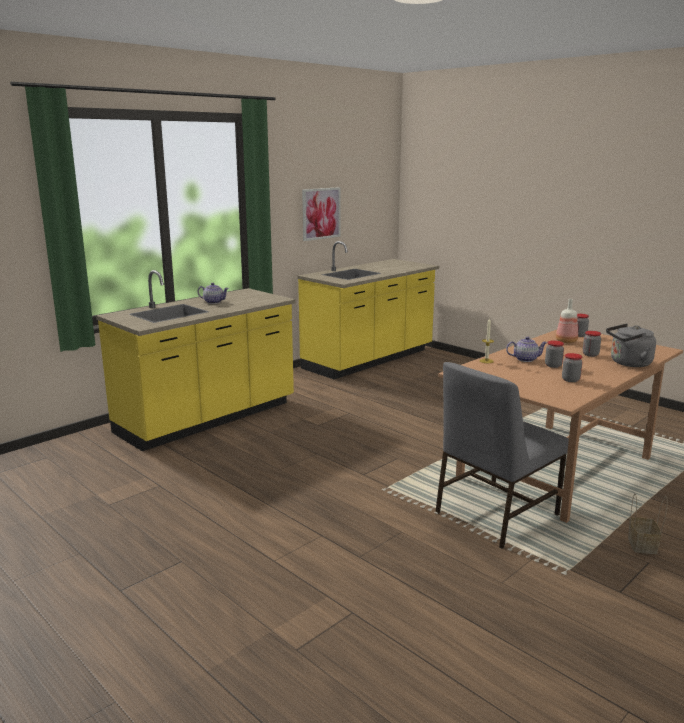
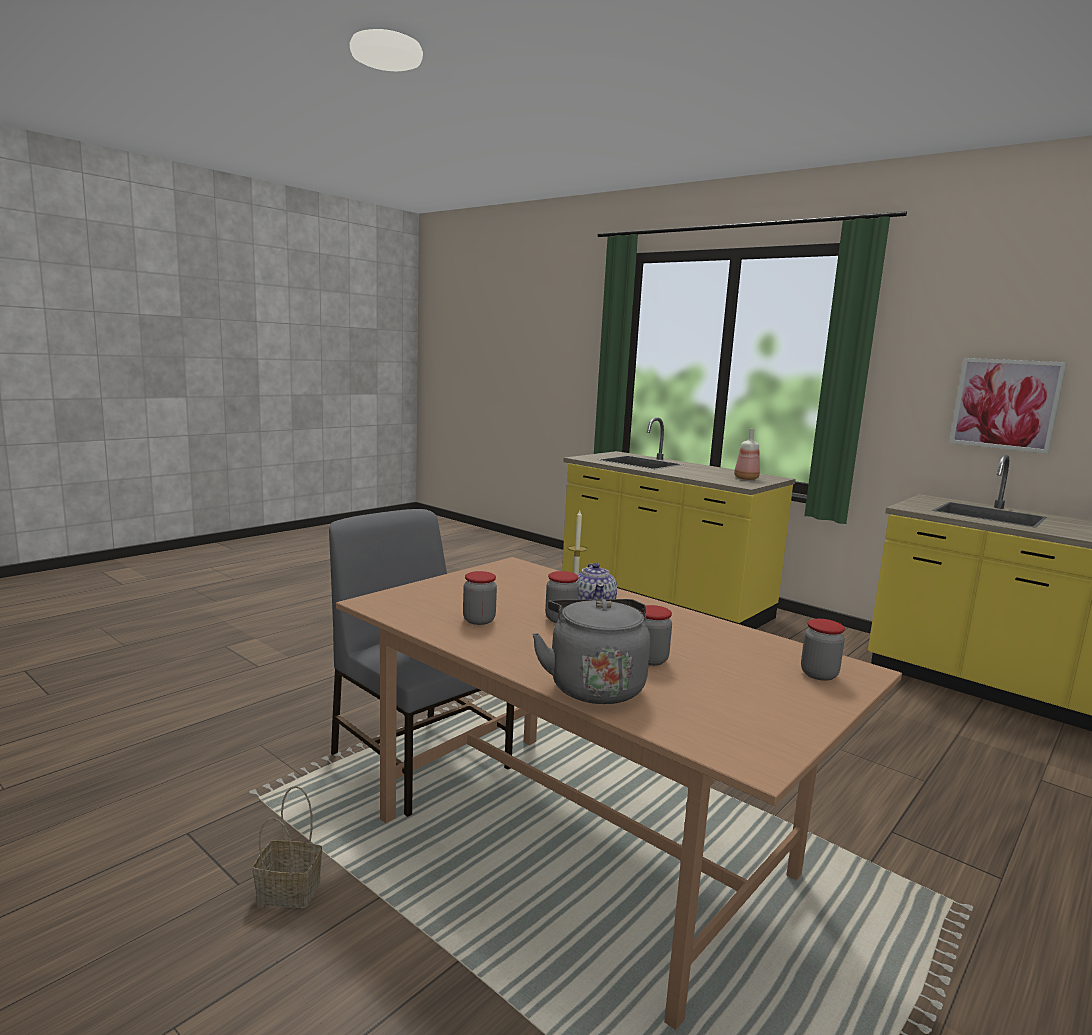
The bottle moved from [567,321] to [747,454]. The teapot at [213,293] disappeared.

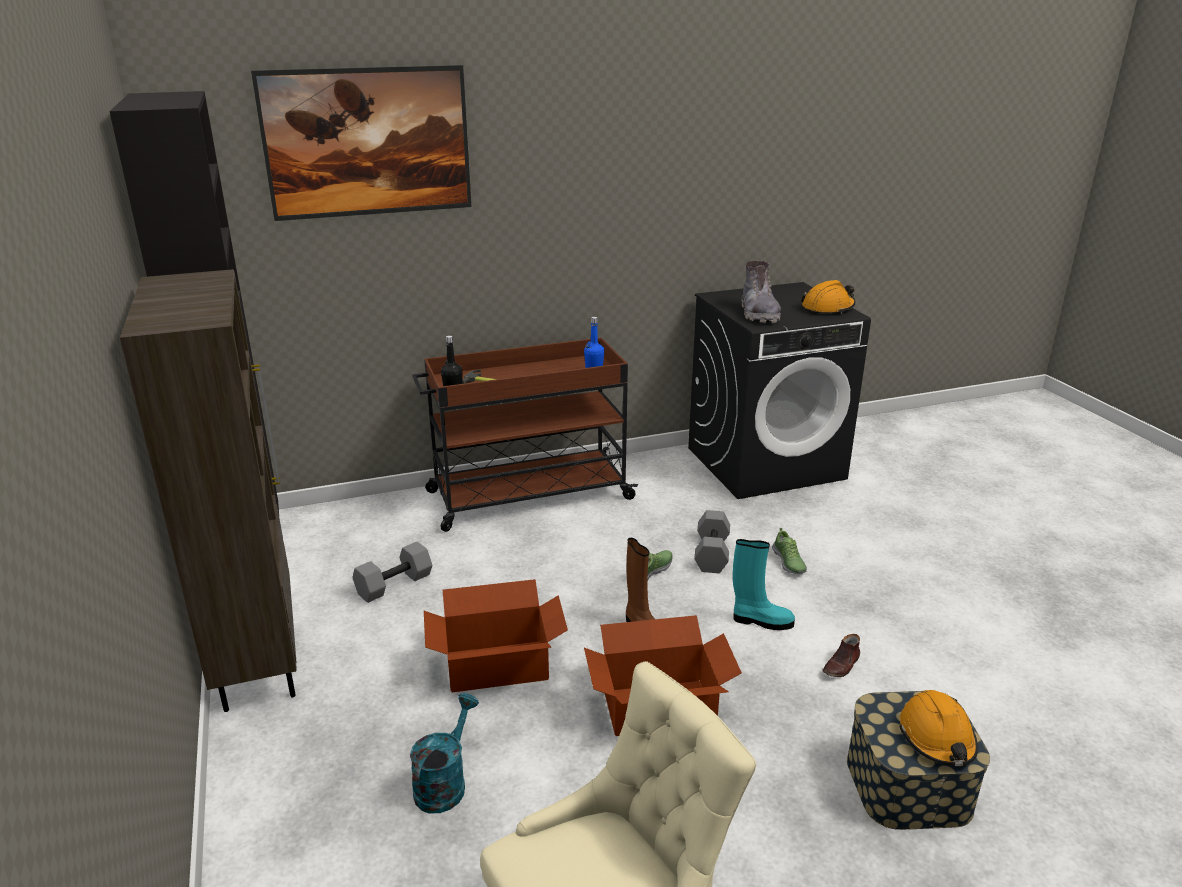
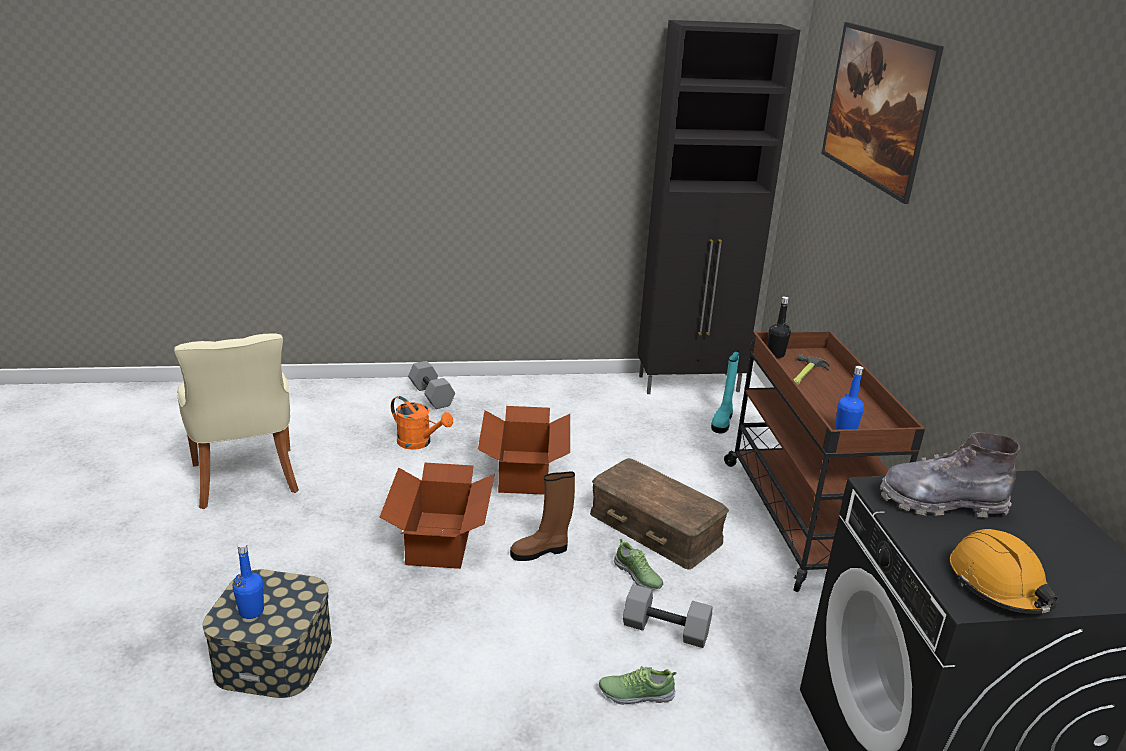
The orange hard hat at [938,728] was replaced by the blue bottle at [248,580]. The turquoise watering can at [444,753] became the orange watering can at [422,423]. The grey dumbbell moved from [392,572] to [431,385]. The brown storage box at [659,514] appeared. The turquoise boot moved from [764,584] to [725,392]. The brown bookcase at [208,490] disappeared. The brown shoe at [841,655] disappeared.

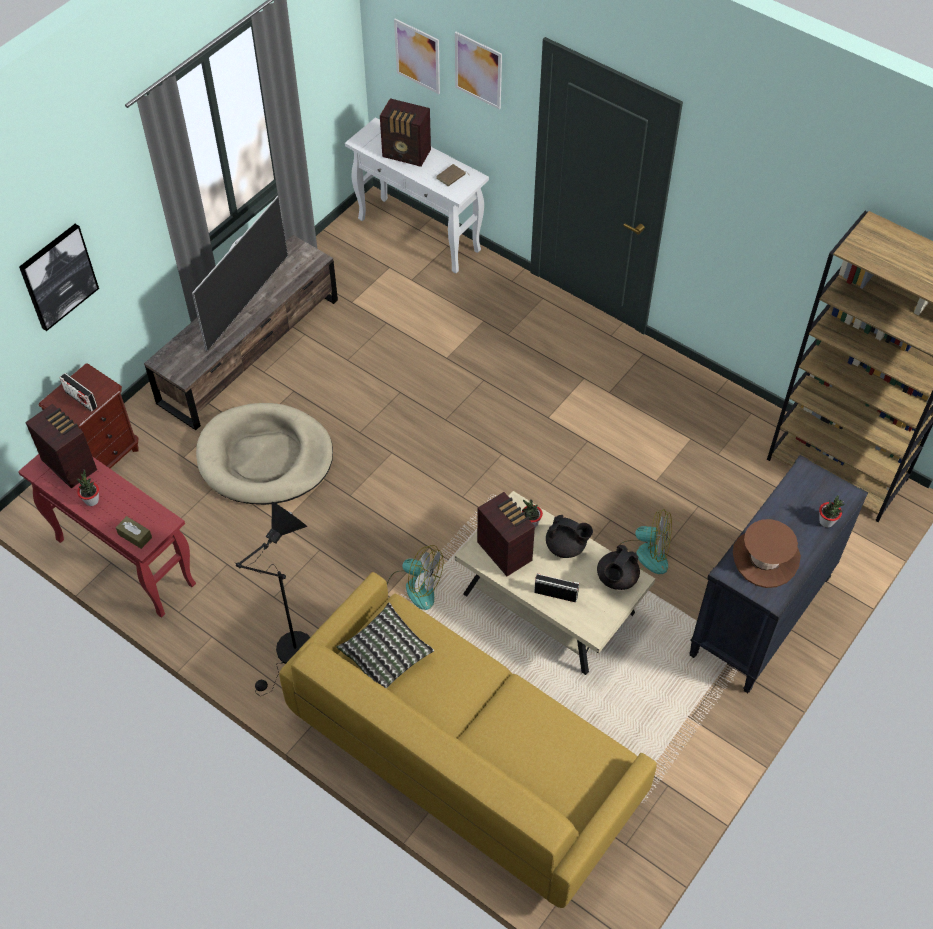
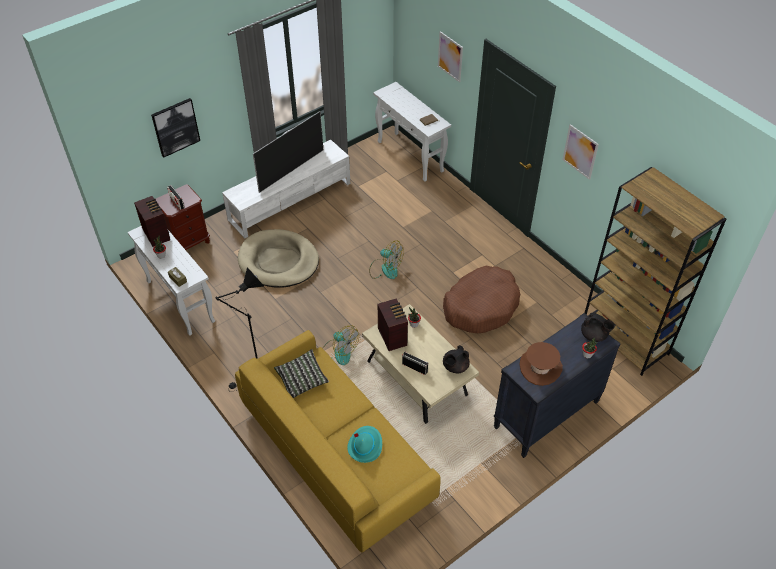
The red console table at [107,535] became the white console table at [171,281]. The brown tv stand at [241,332] became the white tv stand at [286,189]. The turquoise hat at [364,444] appeared. The fan moved from [645,541] to [386,259]. The brown dog bed at [481,299] appeared. The picture moved from [417,56] to [580,152]. The black teapot moved from [569,536] to [598,327]. The radio at [405,132] disappeared.

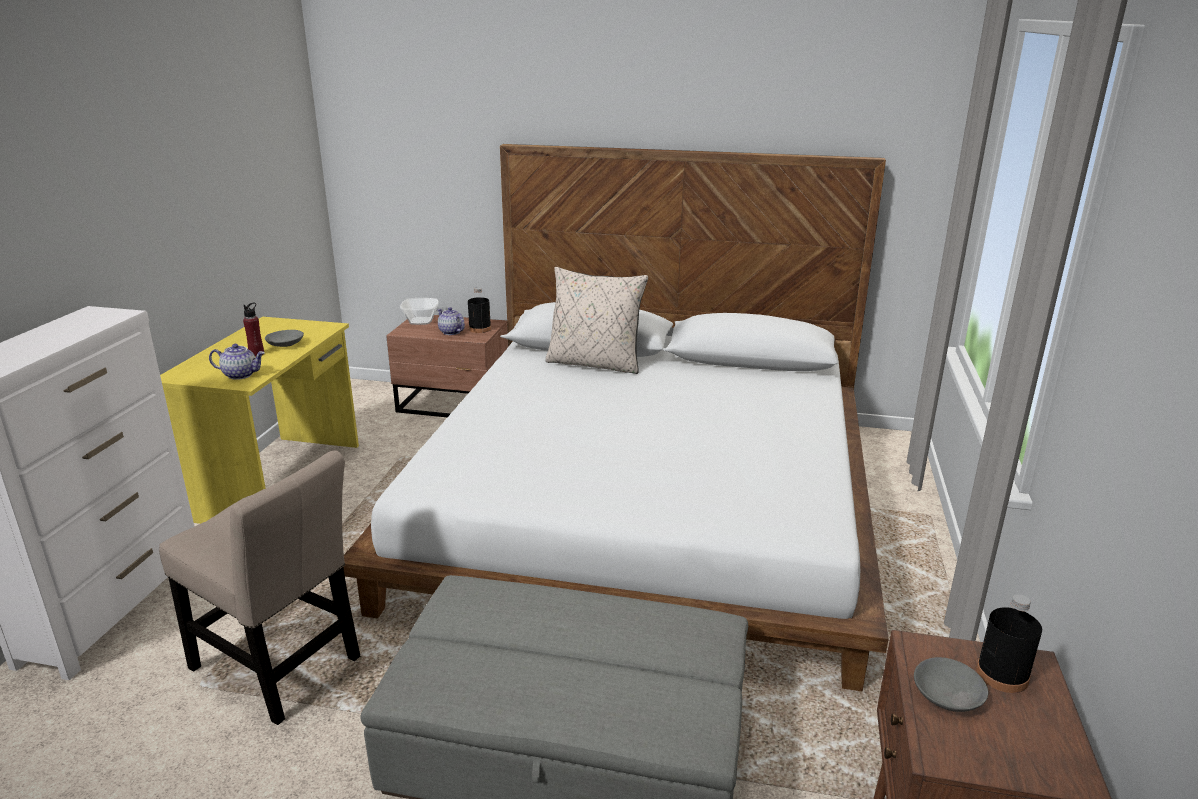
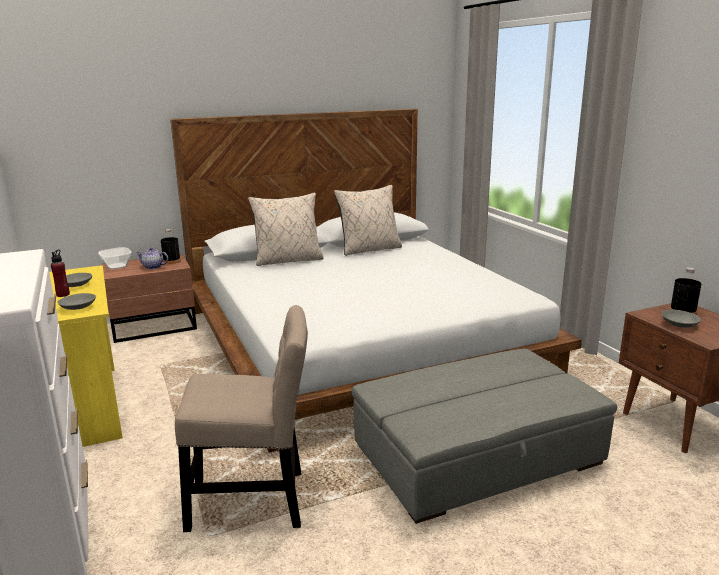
The teapot at [237,362] was replaced by the grey bowl at [77,301]. The beige pillow at [368,220] appeared.

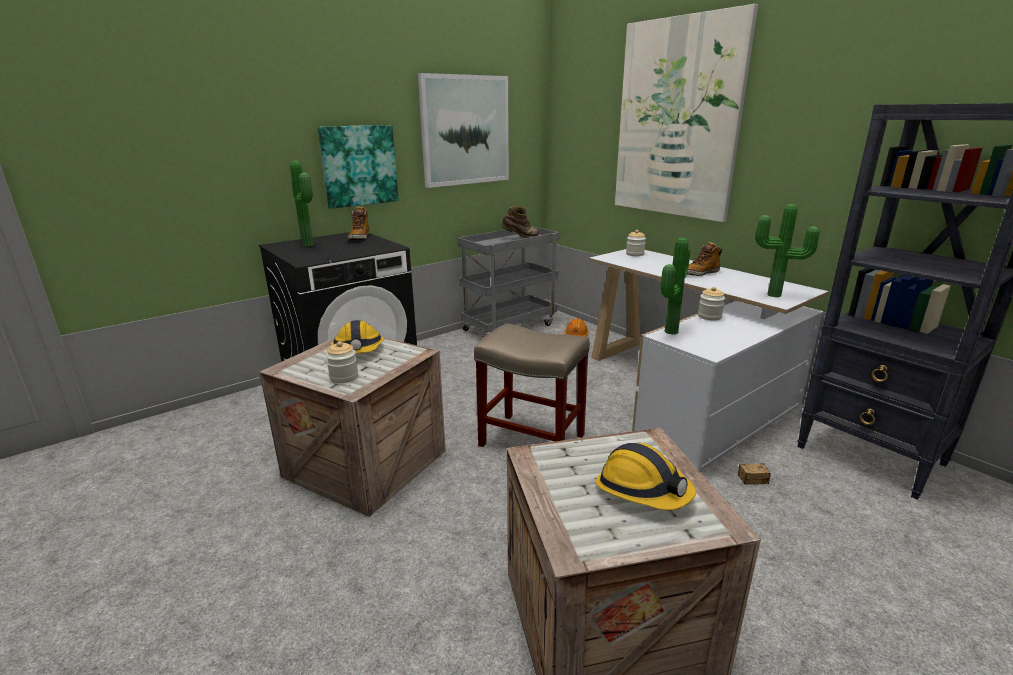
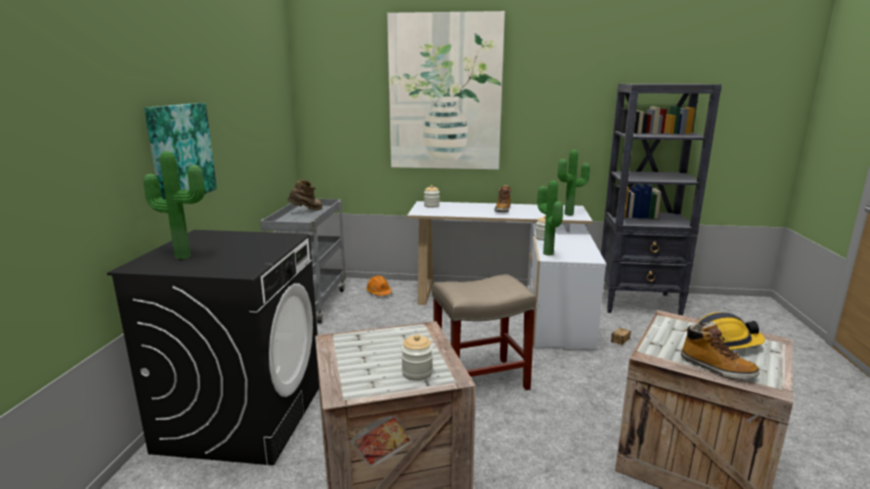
The boot moved from [359,223] to [720,351]. The hard hat at [357,337] disappeared. The picture at [463,130] disappeared.

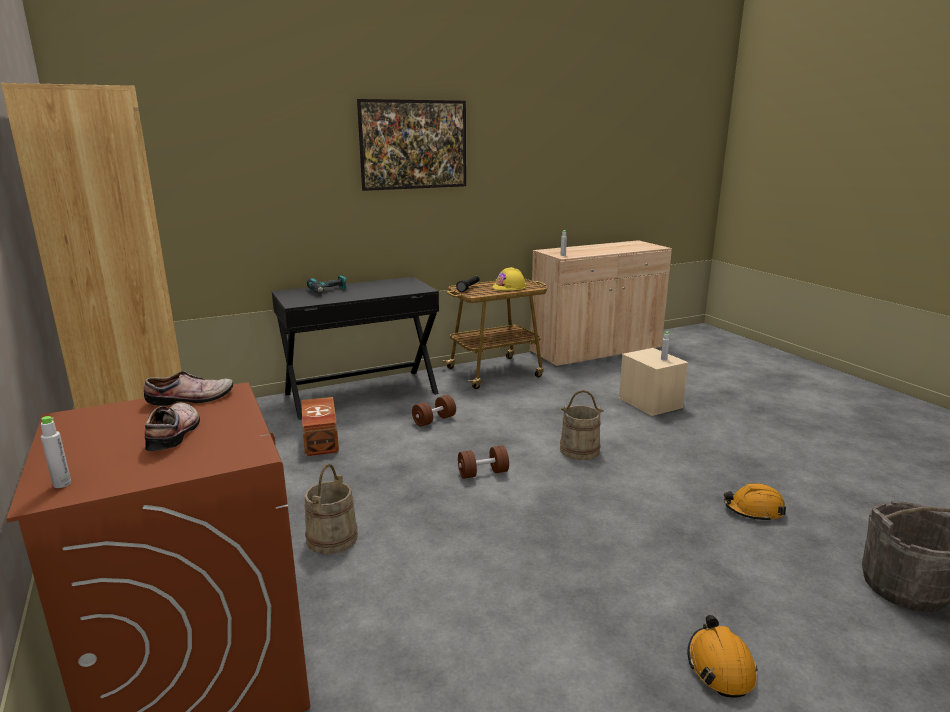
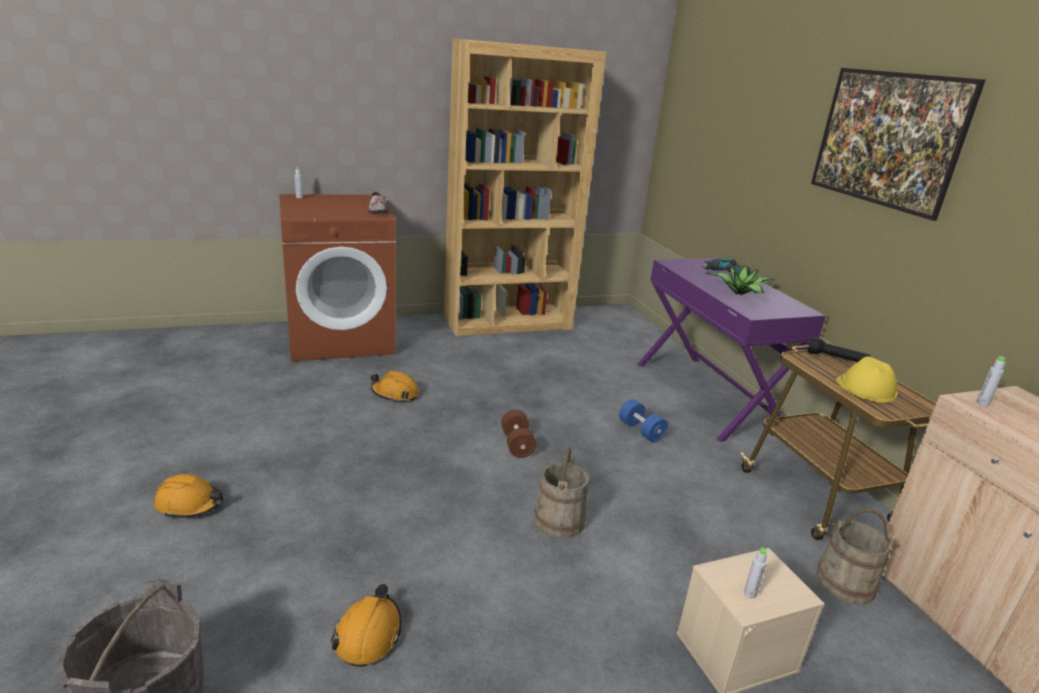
The orange hard hat at [394,386] appeared. The brown dumbbell at [434,411] became the blue dumbbell at [643,420]. The black desk at [355,348] became the purple desk at [731,350]. The potted plant at [739,280] appeared. The beige bucket moved from [331,509] to [857,557]. The shoe at [172,427] disappeared. The brown storage box at [320,426] disappeared.

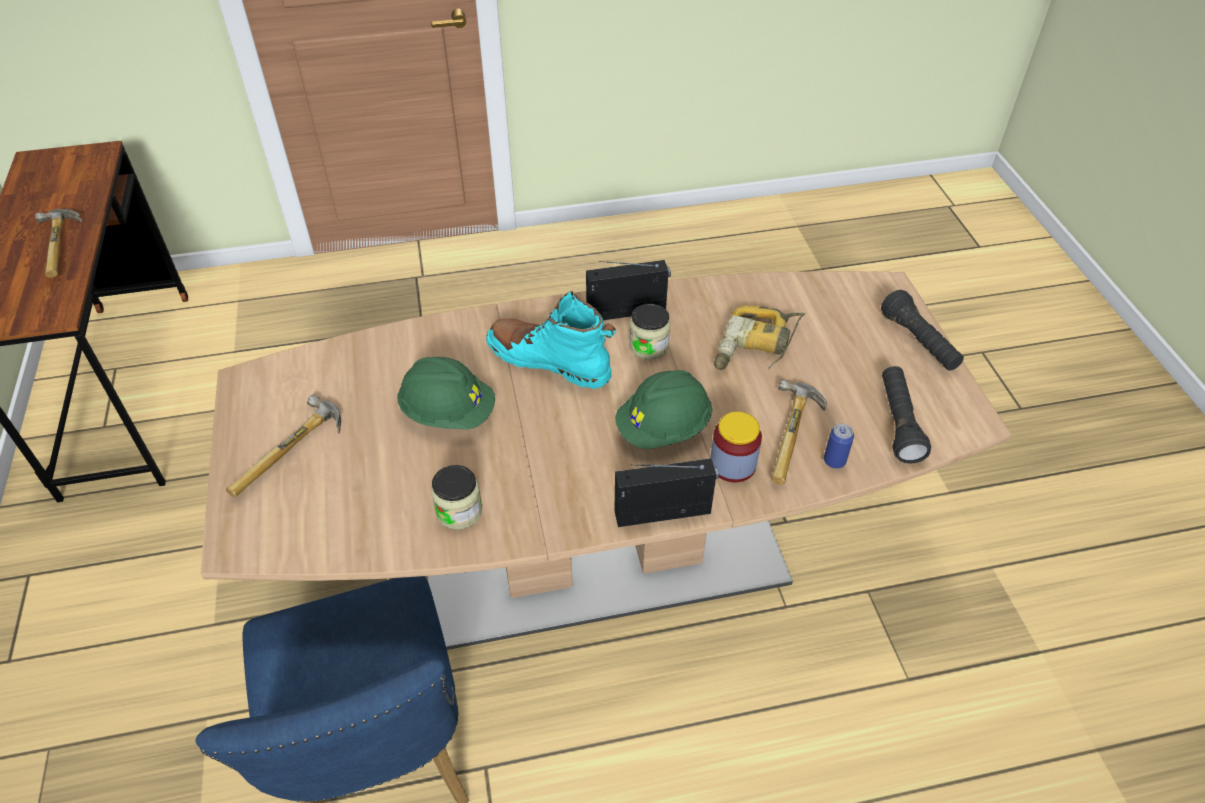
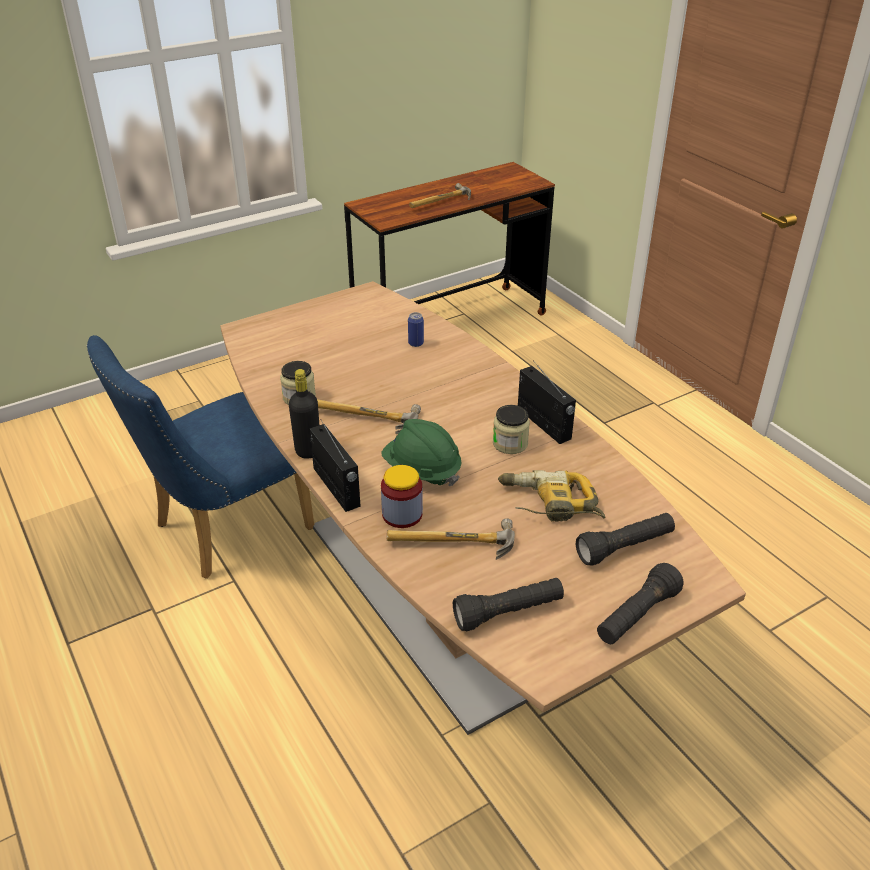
The black bottle at [304,414] appeared. The hammer moved from [283,445] to [369,416]. The can moved from [839,446] to [416,329]. The black flashlight at [625,539] appeared. The green hard hat at [446,393] disappeared. The turquoise boot at [551,340] disappeared.

